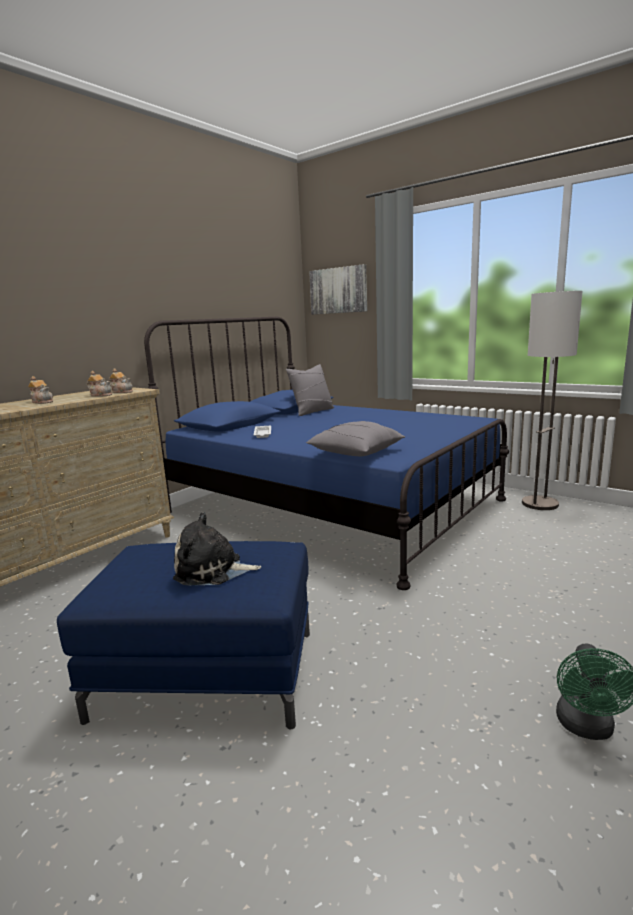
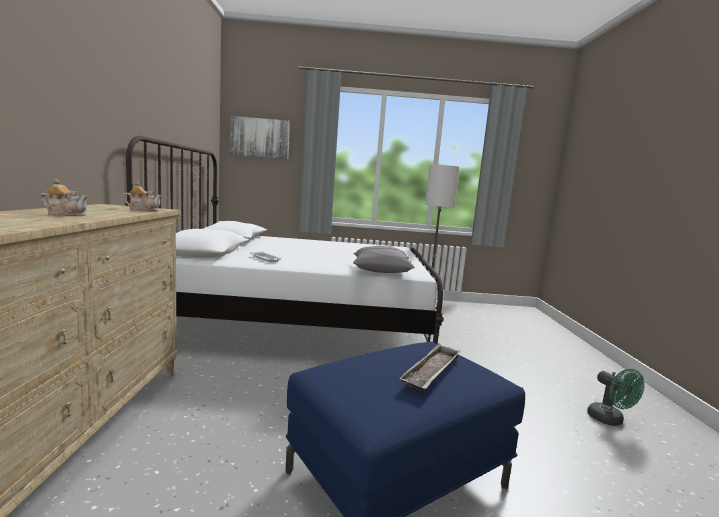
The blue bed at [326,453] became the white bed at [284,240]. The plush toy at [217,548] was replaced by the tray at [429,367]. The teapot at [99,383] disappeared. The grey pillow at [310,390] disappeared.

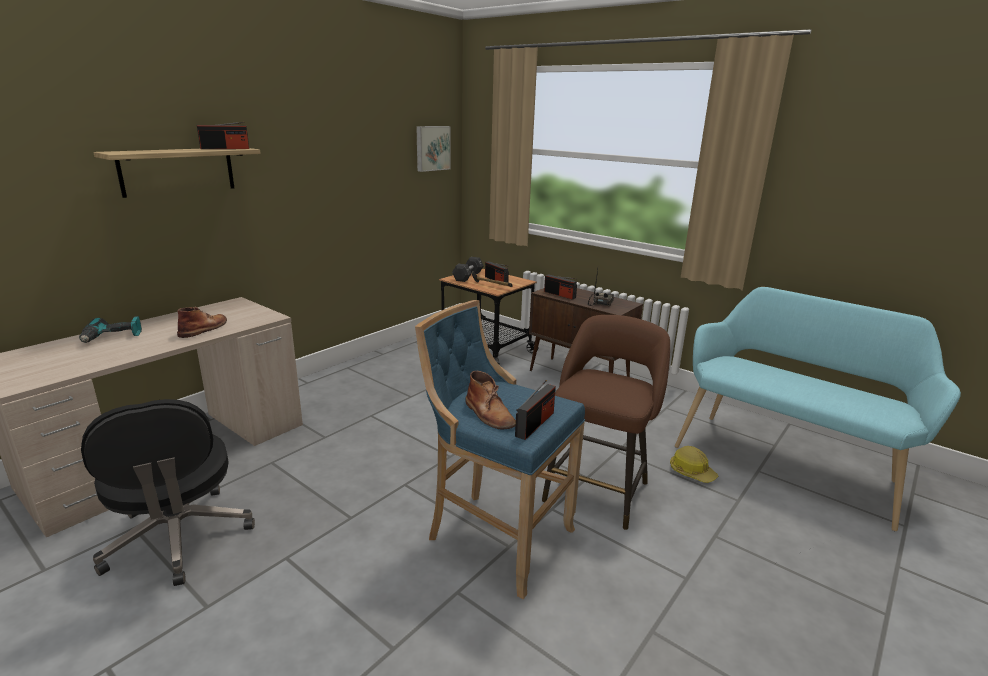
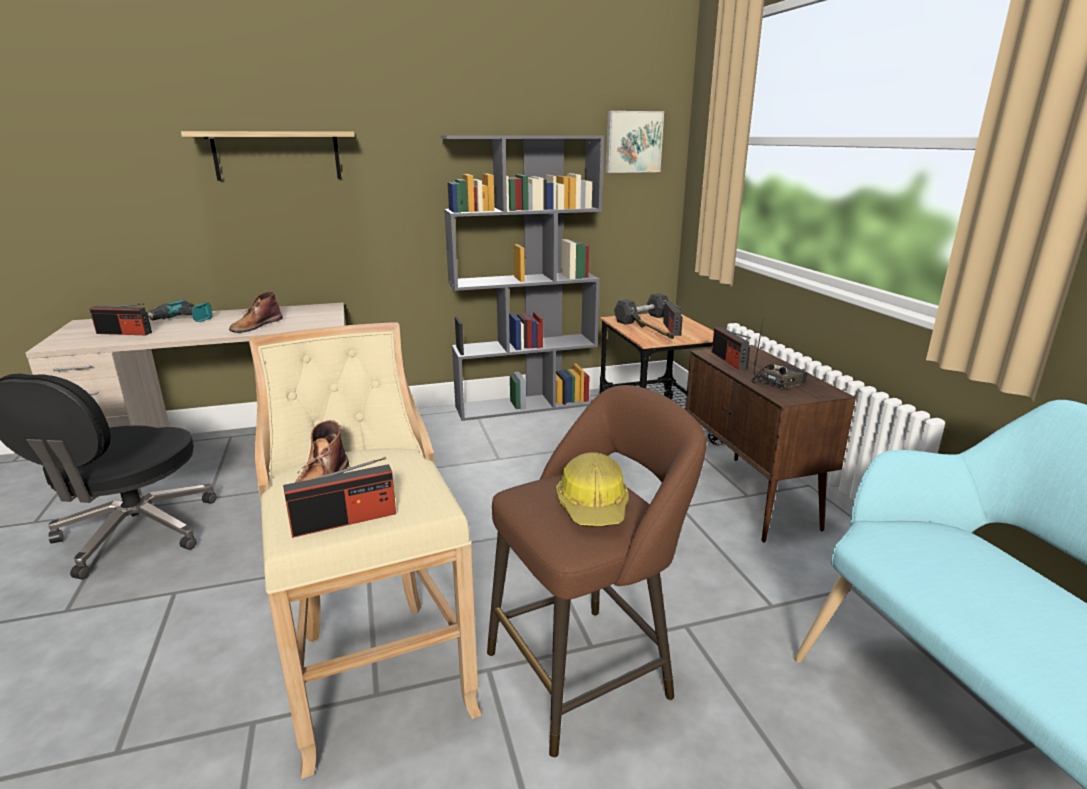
The radio moved from [223,135] to [121,319]. The brown boot at [202,322] turned 150 degrees clockwise. The blue stool at [500,449] became the beige stool at [365,550]. The grey bookcase at [522,278] appeared. The hard hat moved from [694,464] to [592,489].

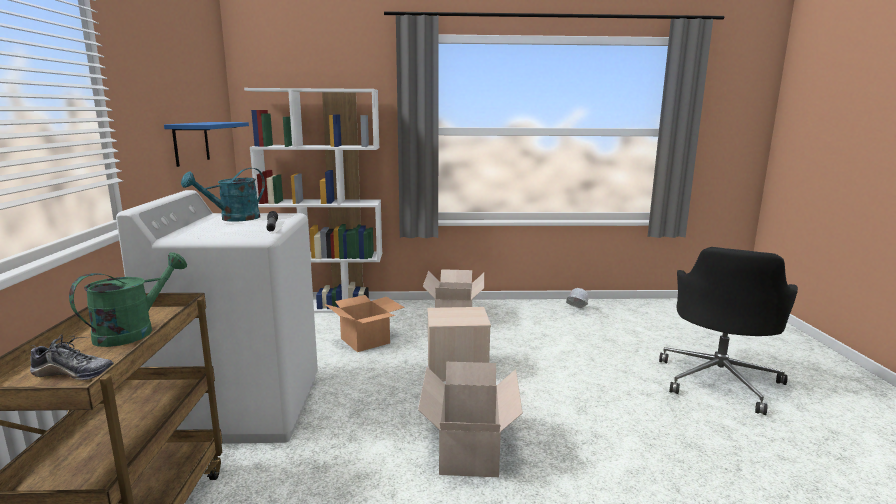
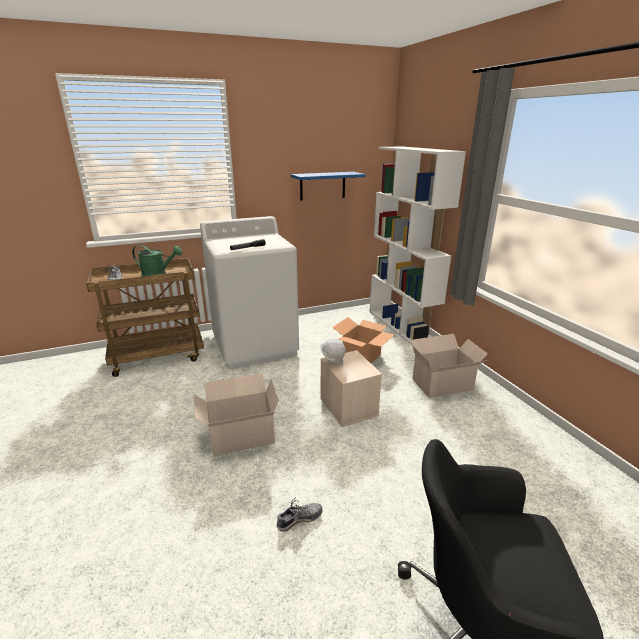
The shoe at [299,514] appeared. The white hard hat moved from [577,298] to [333,352]. The turquoise watering can at [223,194] disappeared.

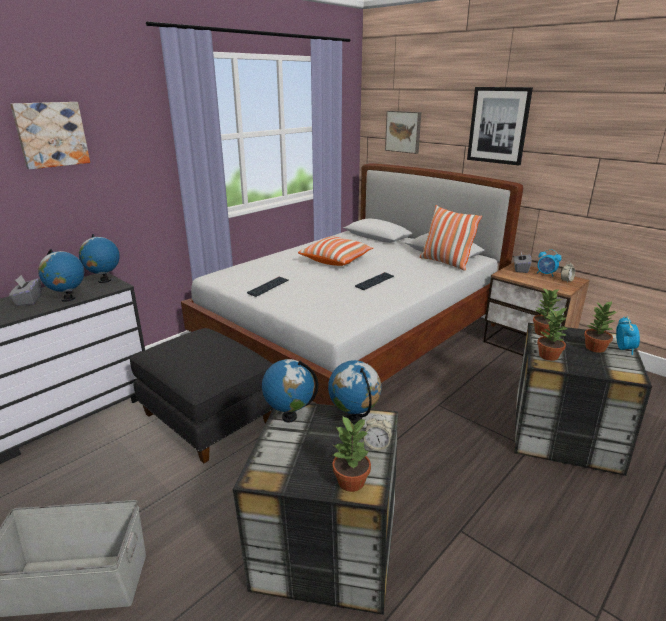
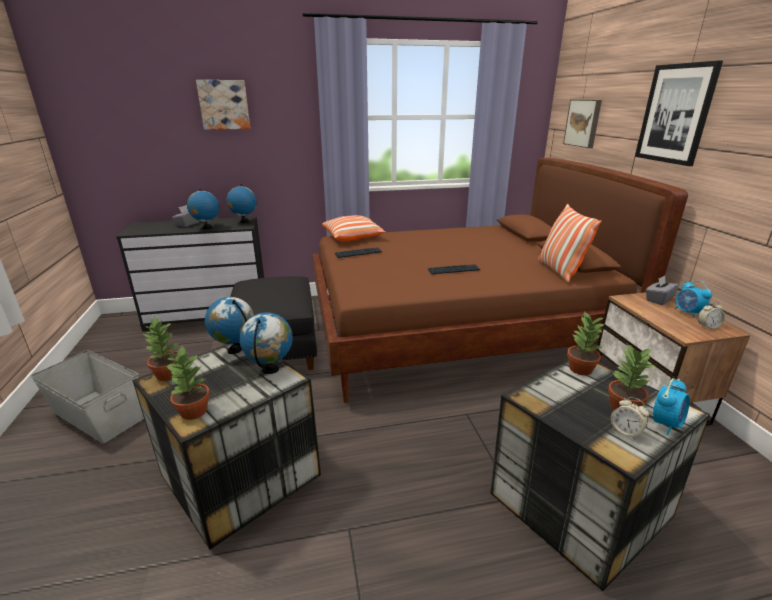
The potted plant moved from [552,334] to [160,348]. The white bed at [352,284] became the brown bed at [500,280]. The pillow moved from [335,251] to [354,228]. The alarm clock moved from [377,433] to [630,418].

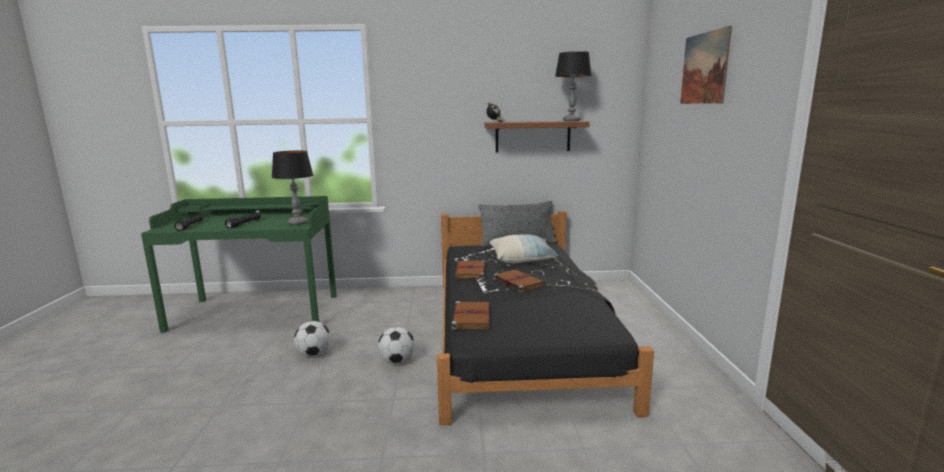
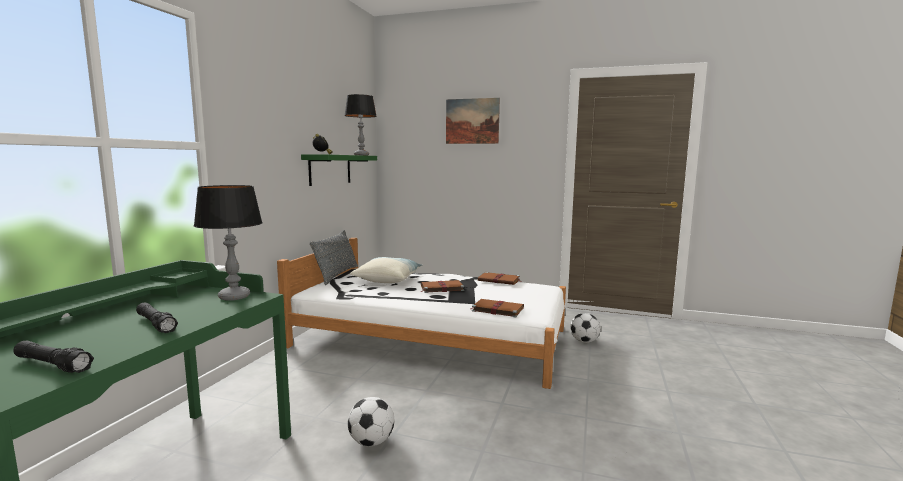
The black bed at [545,318] became the white bed at [421,313]. The brown shelf at [537,136] became the green shelf at [339,170]. The brown book moved from [470,270] to [499,278]. The football moved from [396,345] to [585,328].

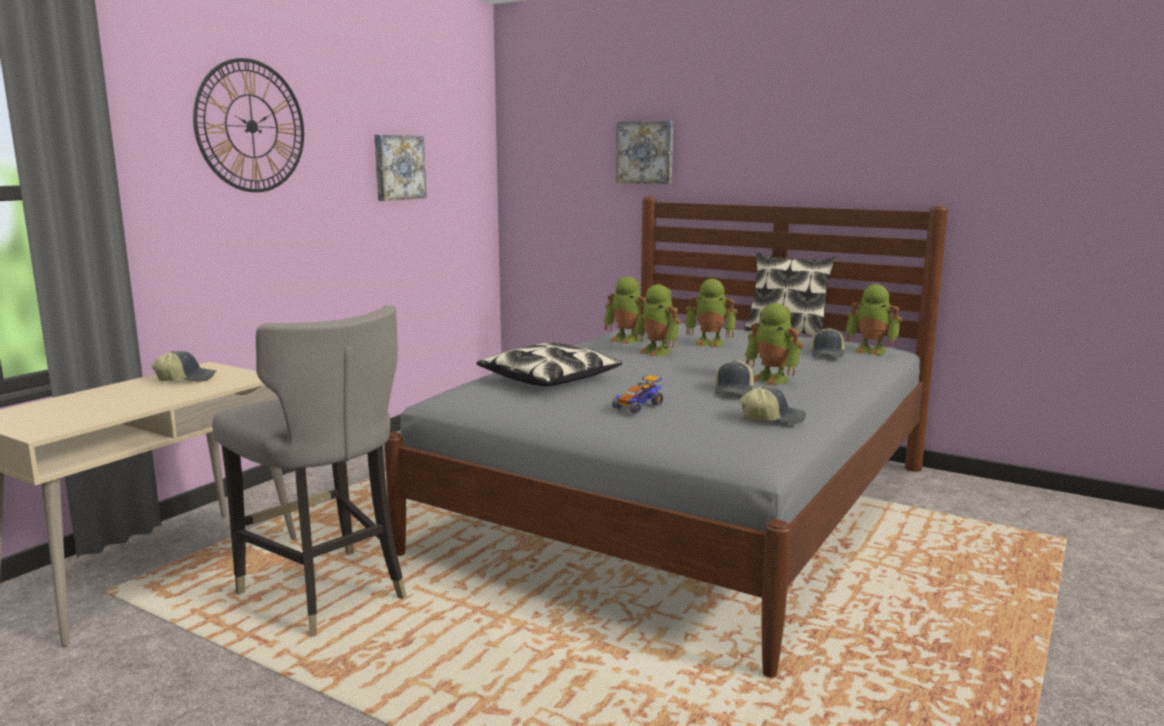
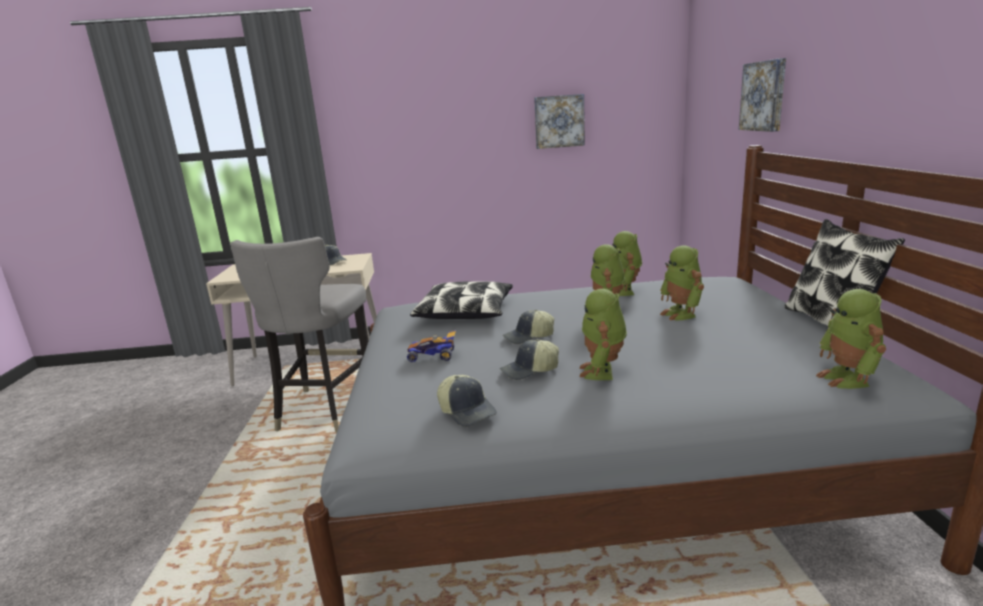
The cap moved from [828,342] to [528,327]. The wall clock at [248,125] disappeared.

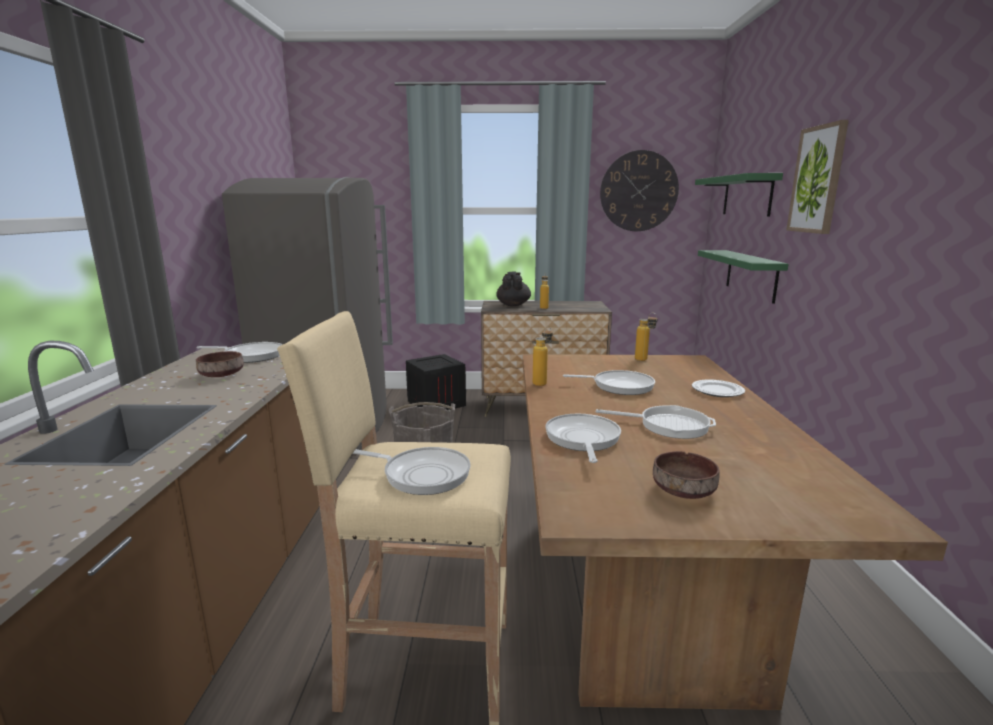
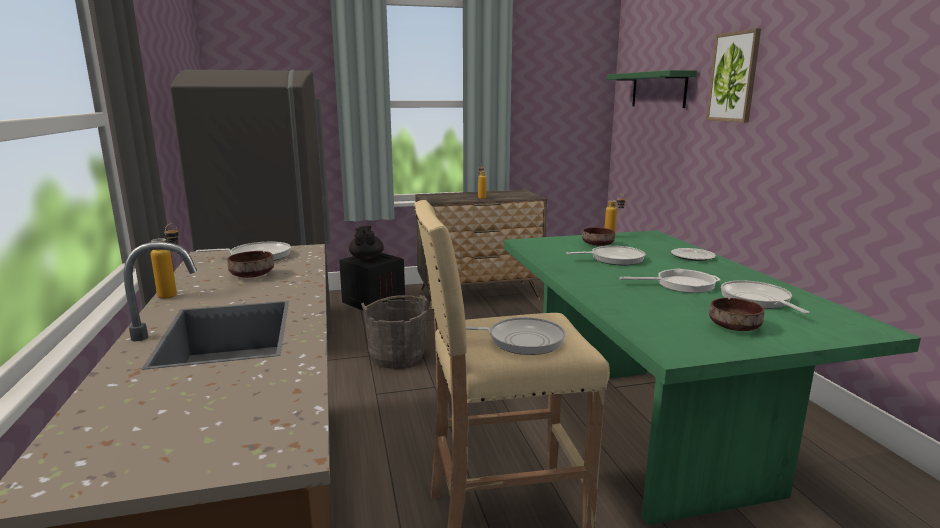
The bottle moved from [543,356] to [165,261]. The black teapot moved from [513,289] to [366,243]. The brown dining table at [735,532] became the green dining table at [712,377]. The brown bowl at [598,236] appeared. The frying pan moved from [583,438] to [765,297]. The wall clock at [639,190] disappeared. The green shelf at [743,277] disappeared.

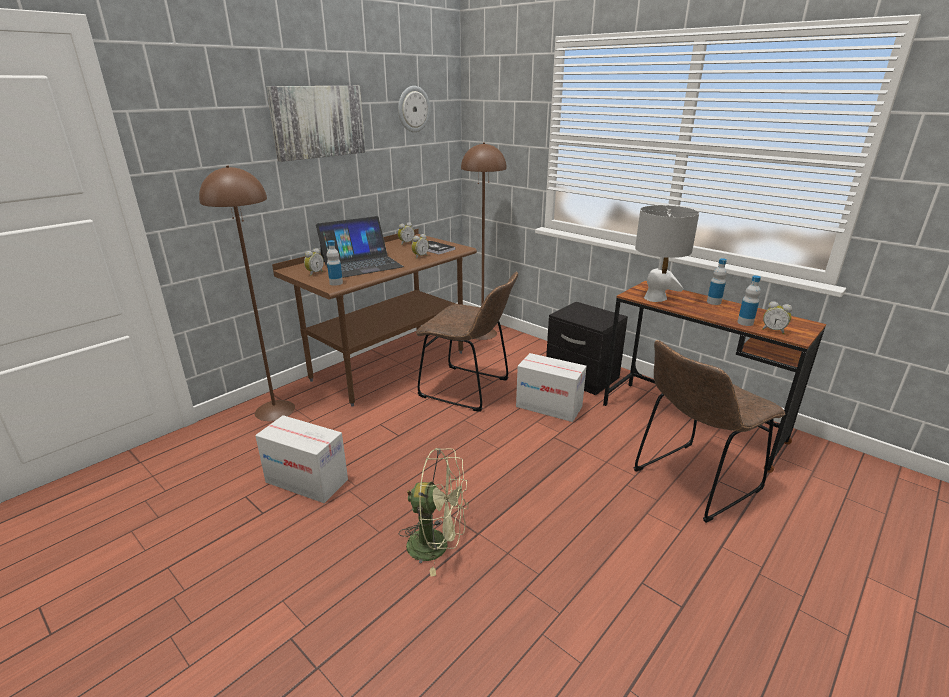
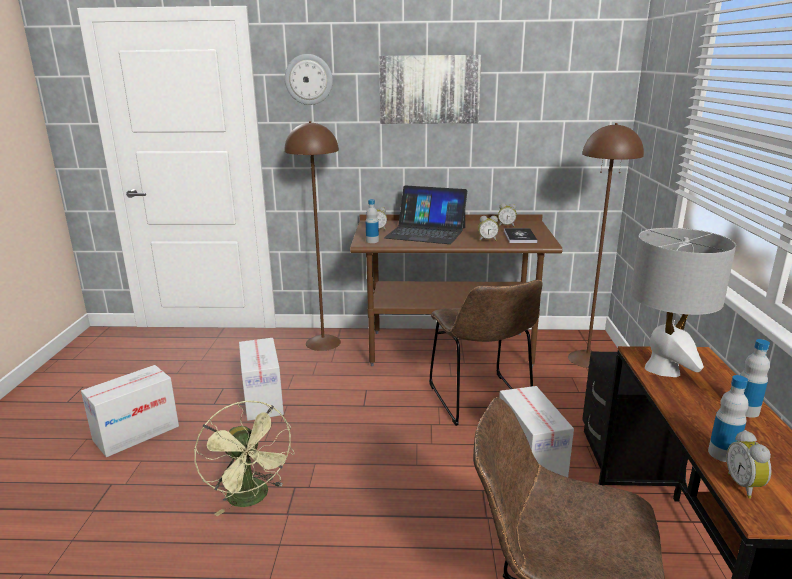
The cardboard box at [130,411] appeared. The wall clock moved from [414,109] to [309,79].

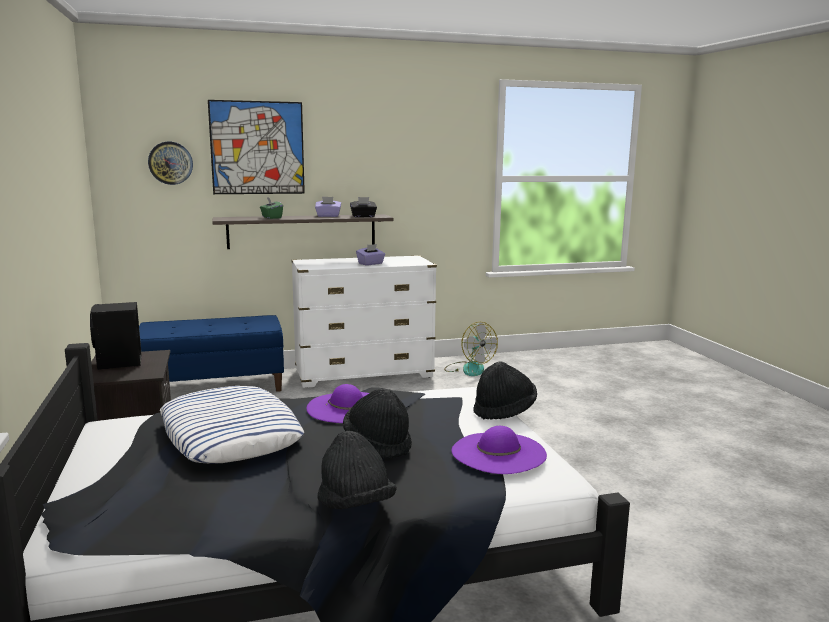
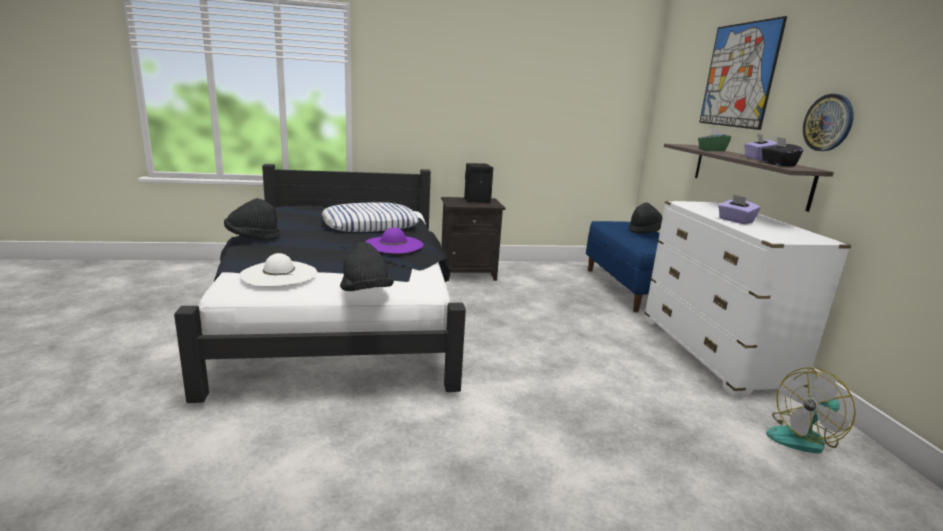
The purple hat at [499,450] became the white hat at [278,269]. The black hat moved from [377,424] to [645,218]. The wall clock moved from [170,163] to [828,122].

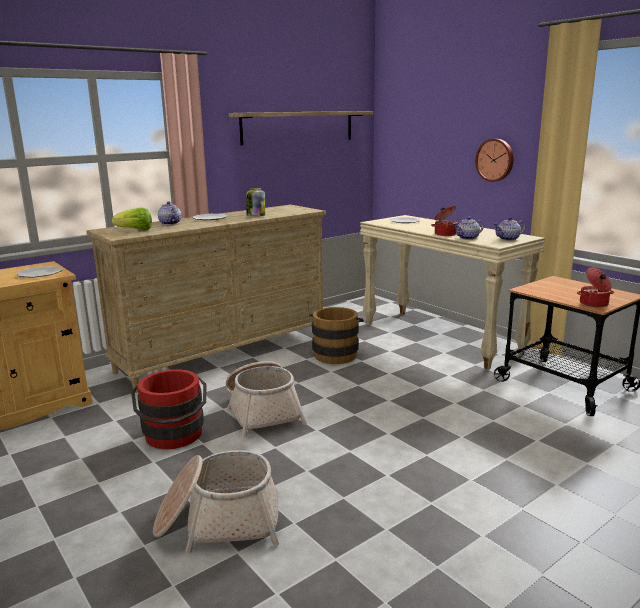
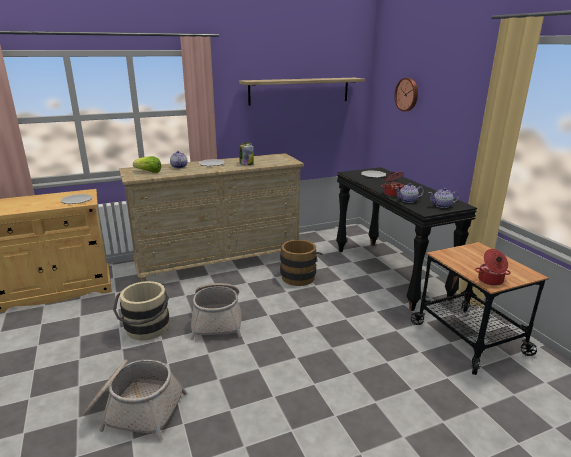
The red bucket at [169,409] became the beige bucket at [141,310]. The beige console table at [452,292] became the black console table at [406,239]. The wall clock moved from [494,160] to [406,95].

